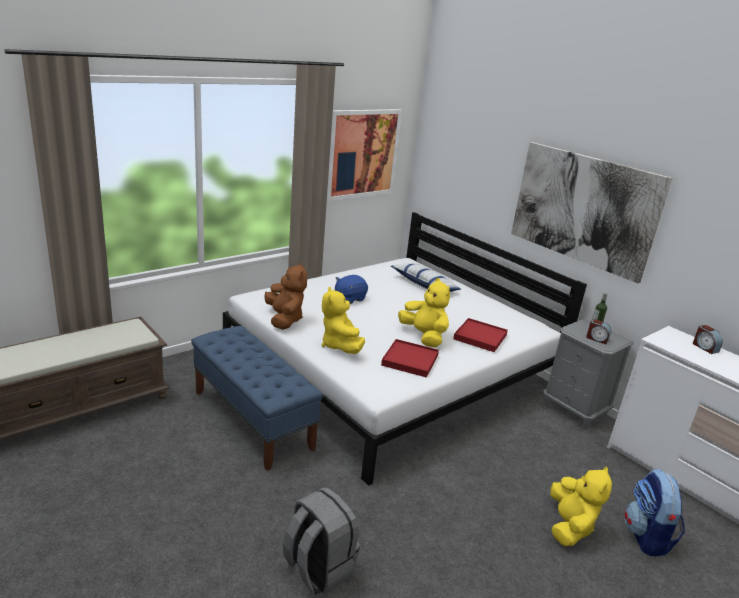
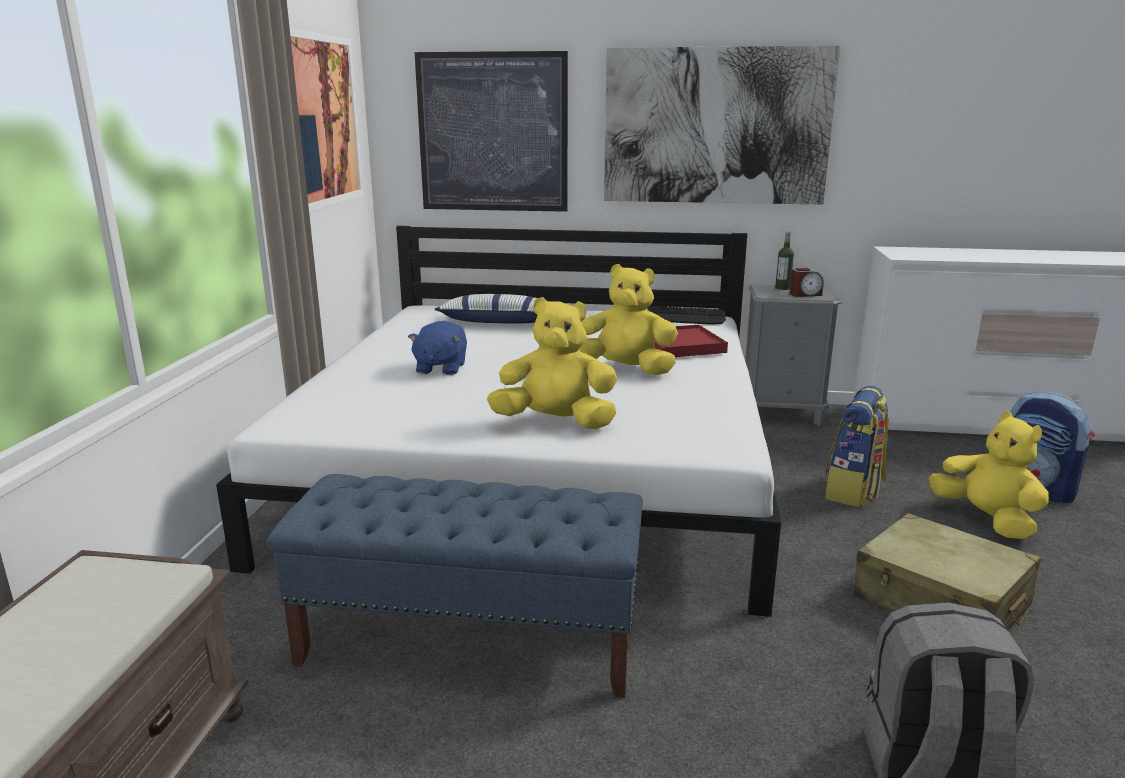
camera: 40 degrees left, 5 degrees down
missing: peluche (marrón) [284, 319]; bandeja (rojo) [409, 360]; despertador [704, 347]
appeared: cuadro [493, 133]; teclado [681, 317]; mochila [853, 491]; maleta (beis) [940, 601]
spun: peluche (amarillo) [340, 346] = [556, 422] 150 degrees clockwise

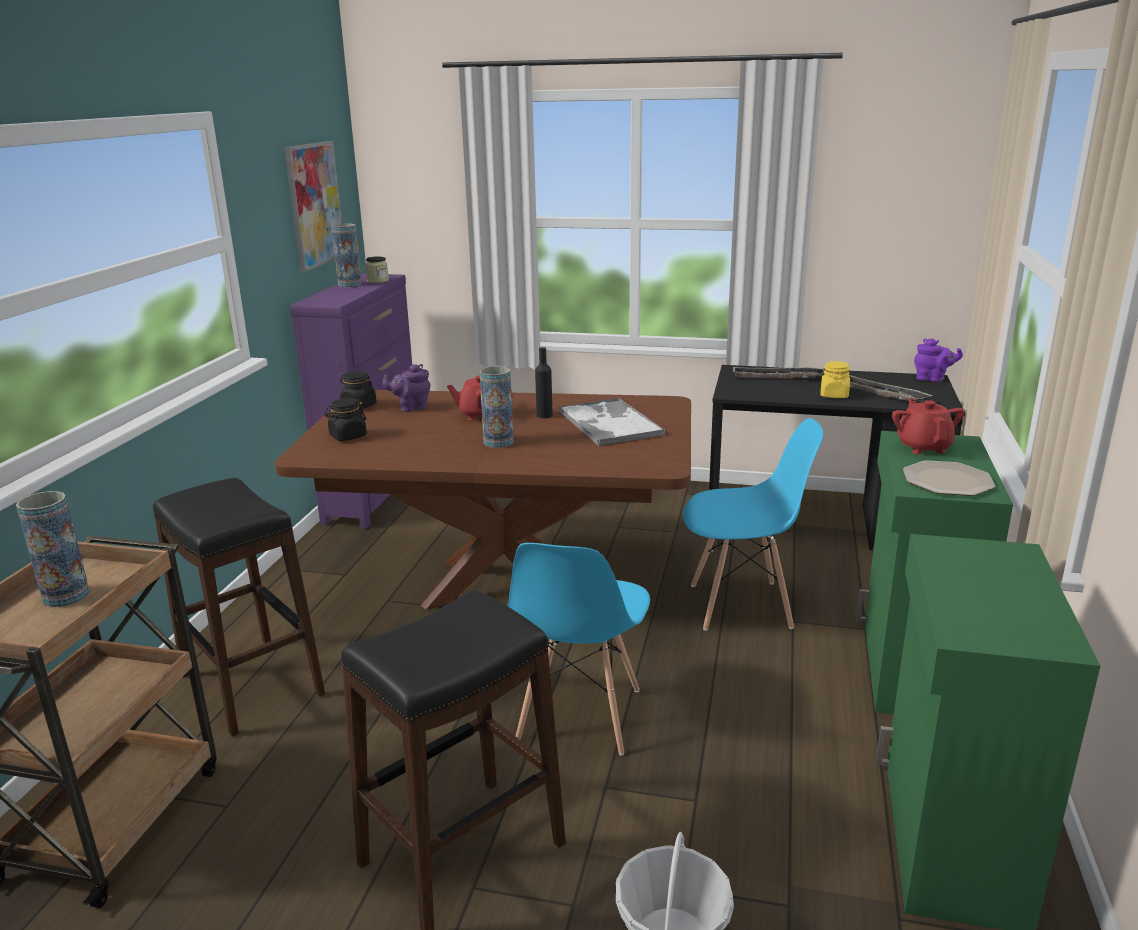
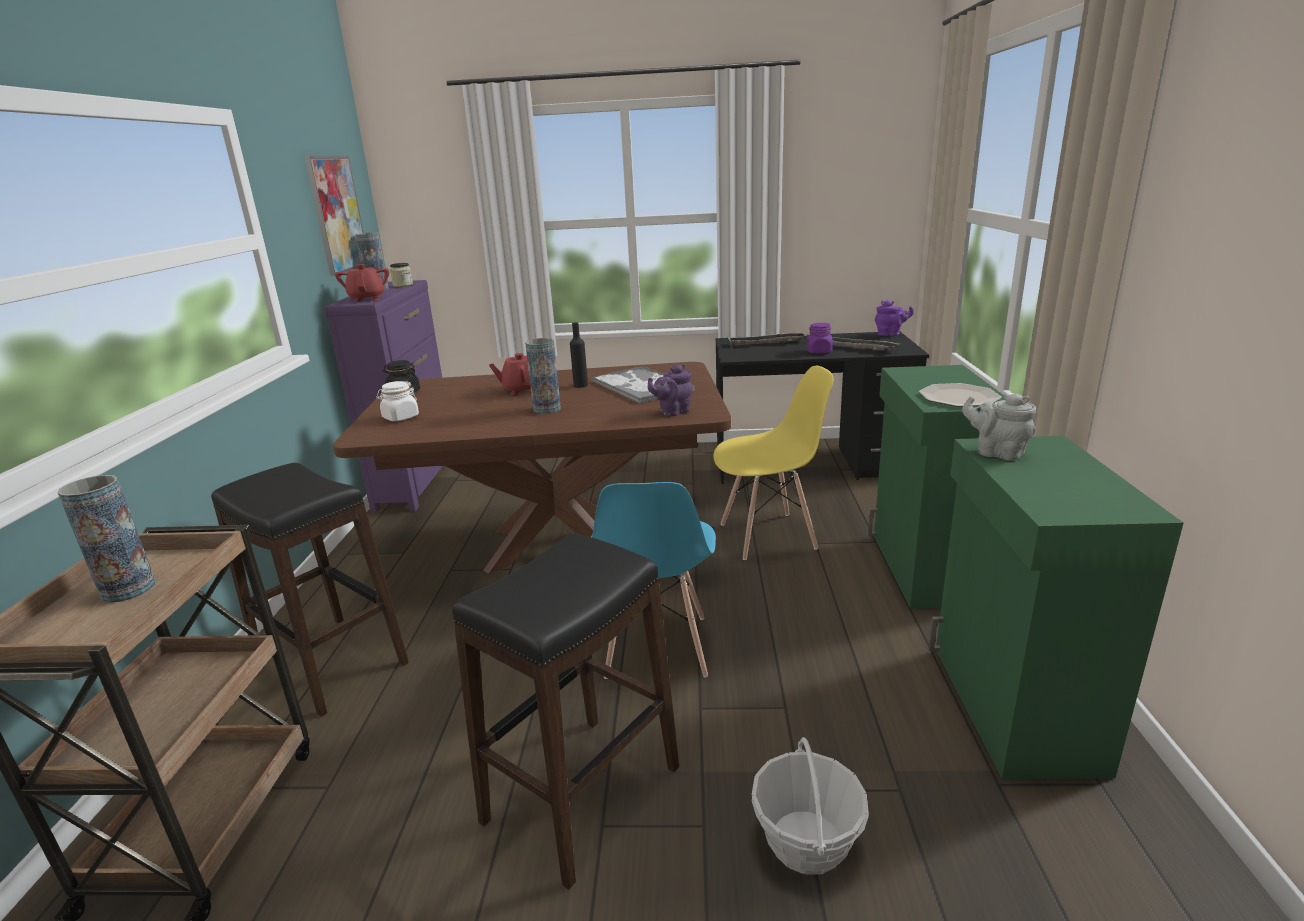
camera: 10 degrees left, 0 degrees up
appeared: tetera (gris) [996, 453]
relocated: tetera (morado) [411, 408] to [672, 412]; tetera (rojo) [923, 447] to [367, 299]
colour: tarro (negro) [348, 436] to tarro (blanco) [400, 417]; silla (azul) [741, 606] to silla (amarillo) [768, 536]; tarro (amarillo) [834, 395] to tarro (morado) [819, 351]

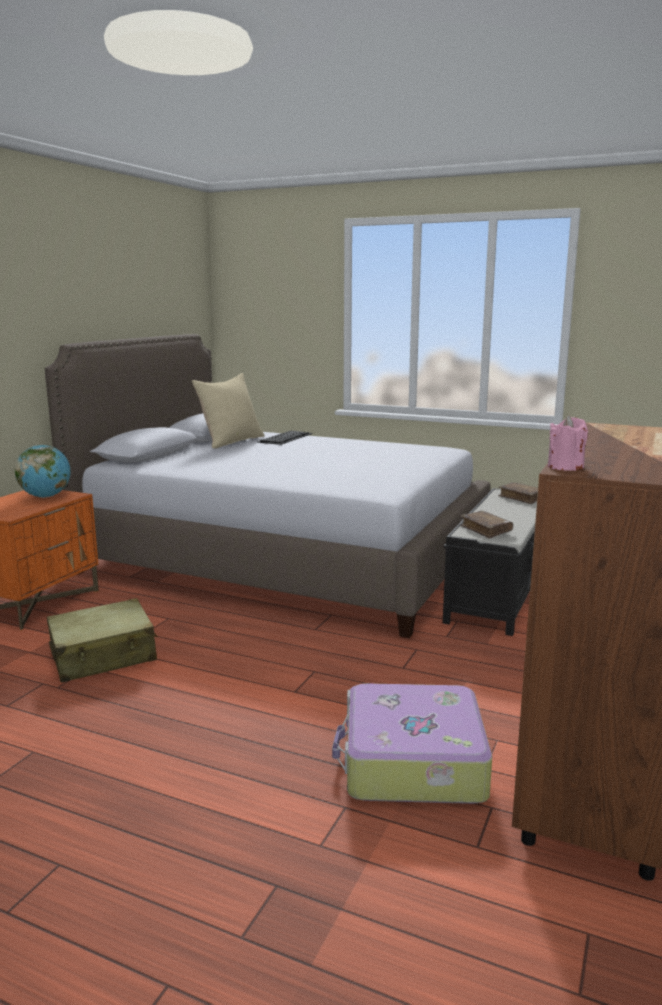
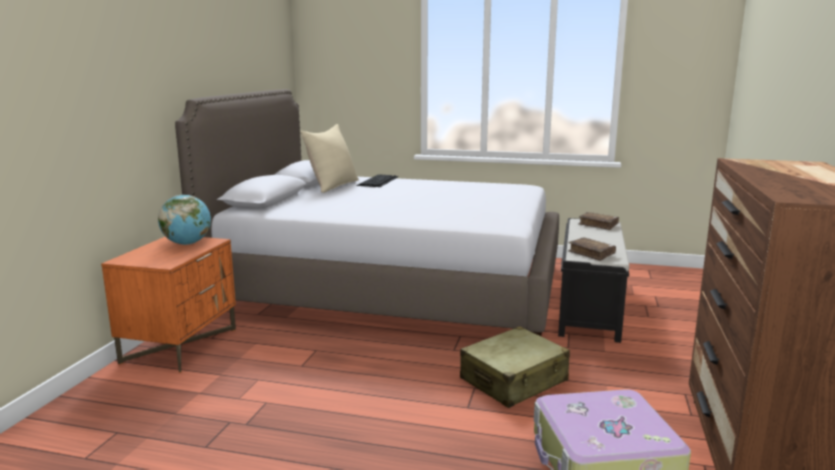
camera: 10 degrees left, 0 degrees up
missing: vela (rosa) [565, 467]
relocated: maleta (beis) [103, 656] to [514, 380]

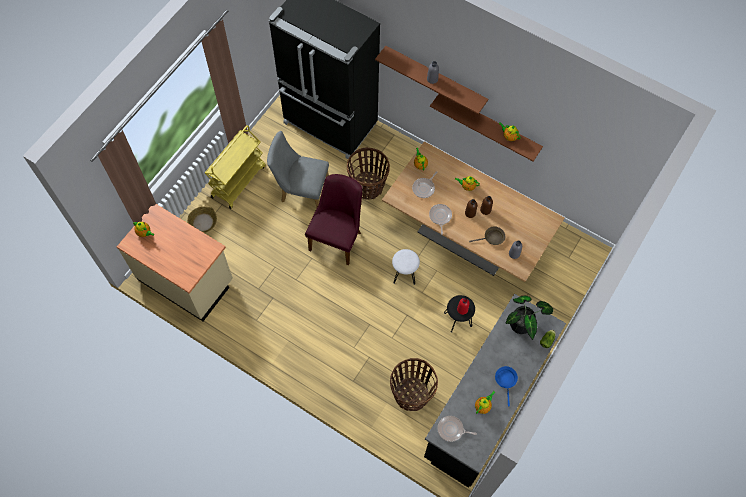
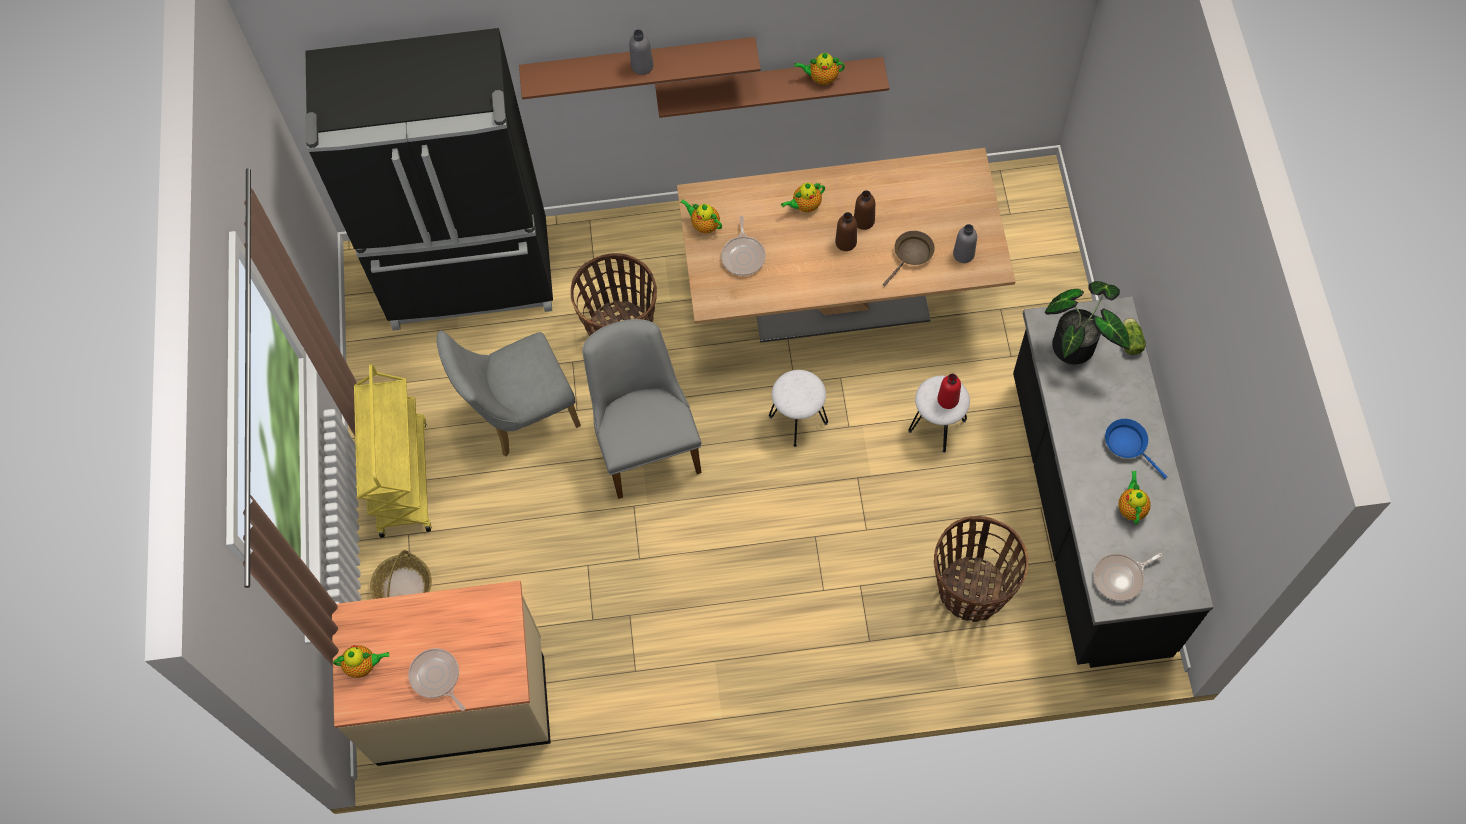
camera: 35 degrees left, 0 degrees up
relocated: sartén [440, 217] to [436, 677]
colour: silla (morado) [338, 237] to silla (gris) [646, 442]; taburete (negro) [457, 319] to taburete (blanco) [937, 426]

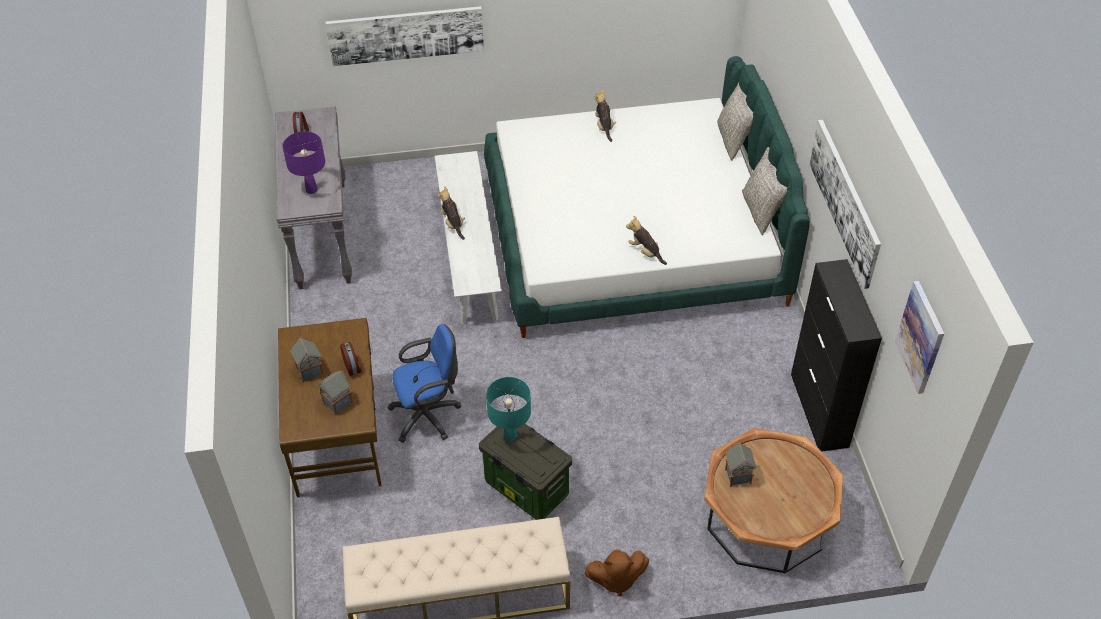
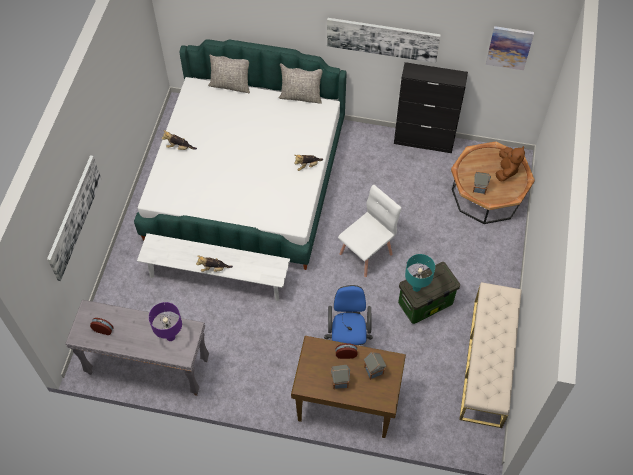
camera: 70 degrees left, 10 degrees up
appeared: silla (blanco) [366, 254]
relocated: peluche (marrón) [616, 579] to [506, 170]

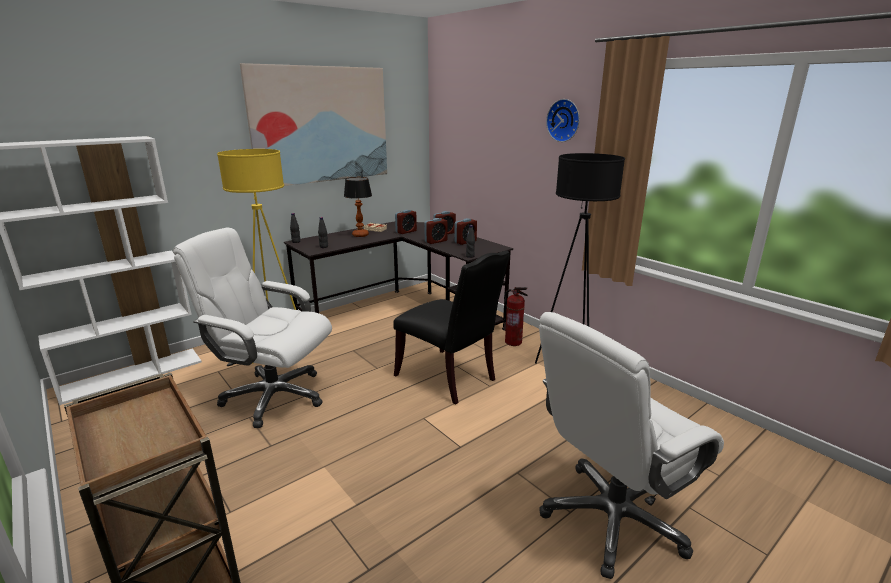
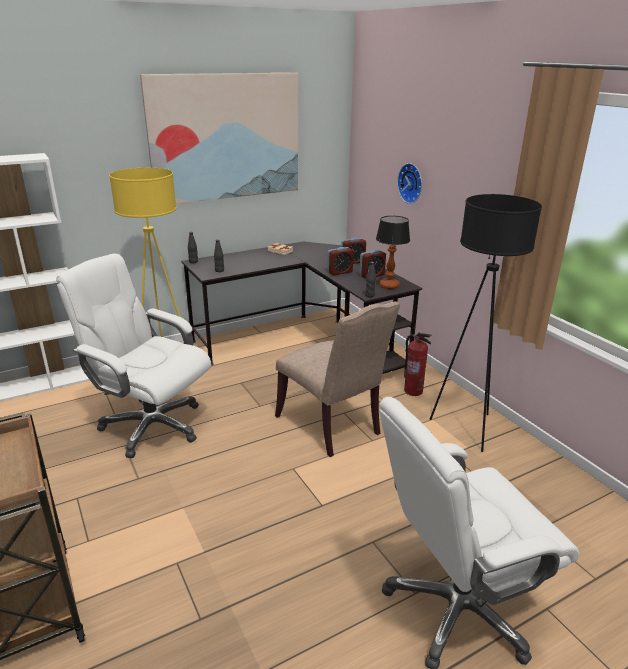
camera: 10 degrees right, 5 degrees up
missing: despertador [406, 231]
relocated: lámpara de mesa [360, 235] to [389, 285]; reloj de pared [564, 120] to [412, 183]
colour: silla (negro) [449, 378] to silla (beis) [332, 426]

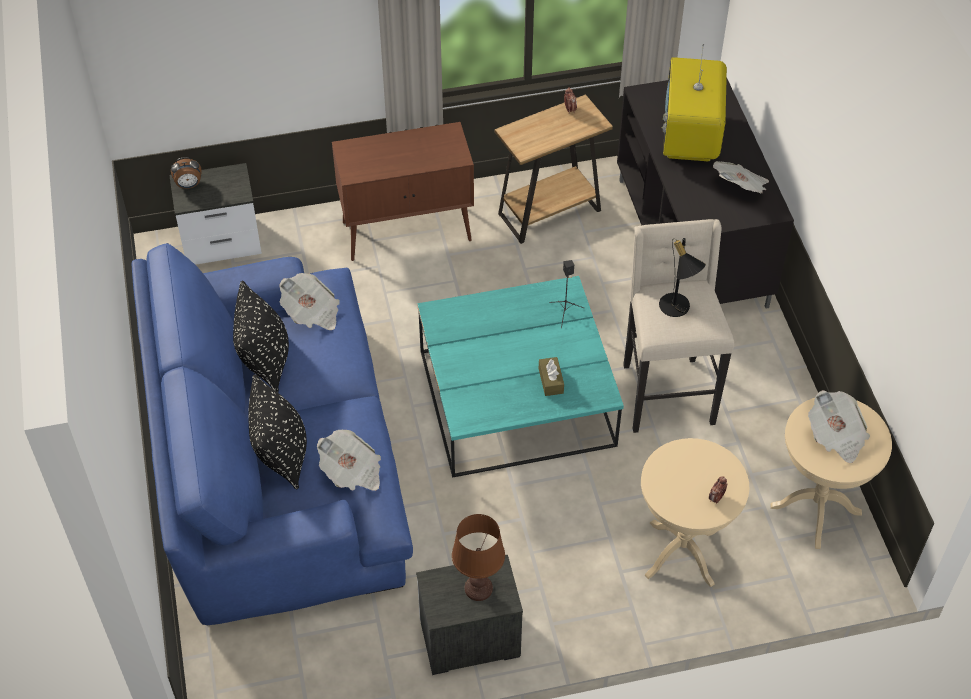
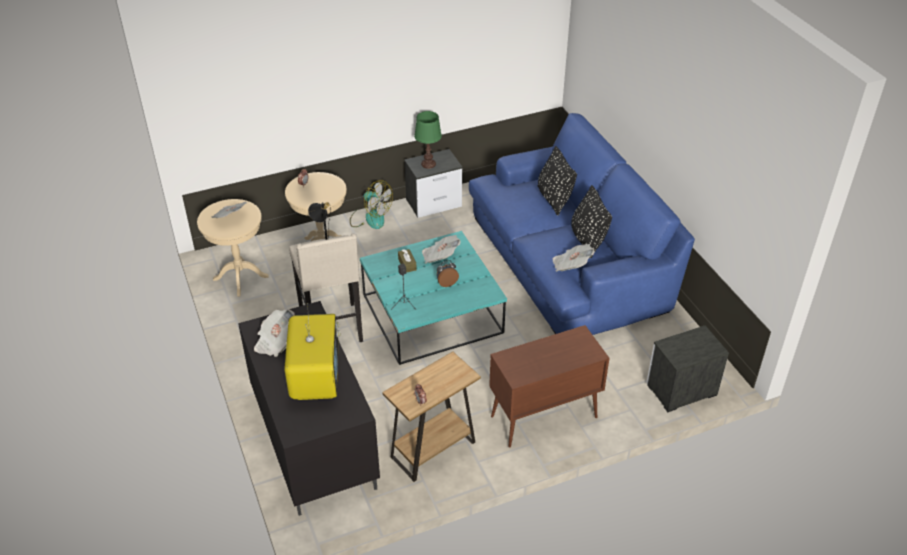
camera: 170 degrees right, 10 degrees down
appeared: ventilador [370, 218]
relocated: despertador [189, 185] to [446, 283]; periódico [352, 472] to [440, 257]
colour: lámpara de mesa (marrón) [478, 589] to lámpara de mesa (verde) [428, 164]

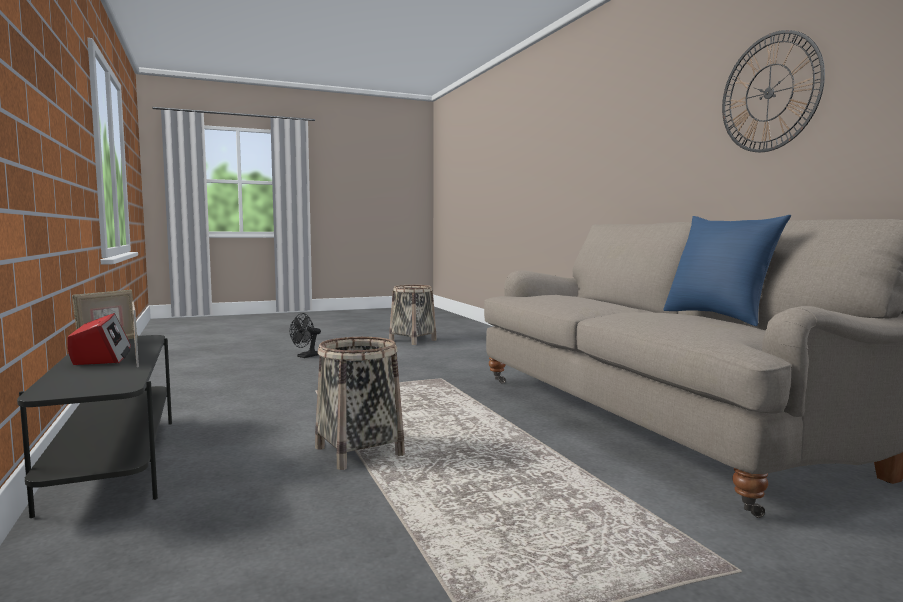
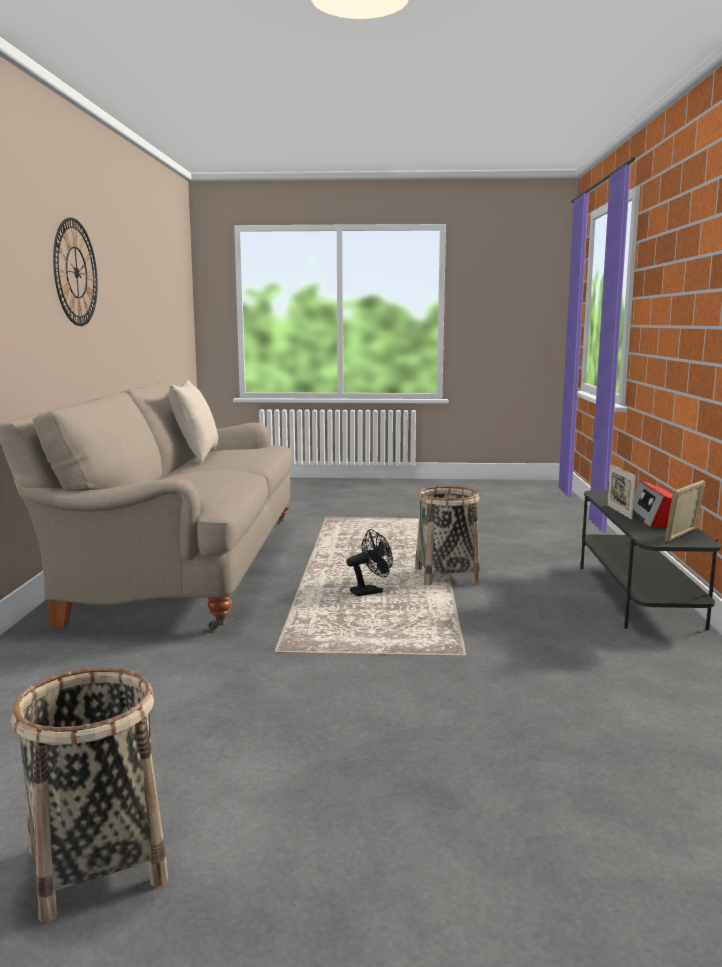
camera: 155 degrees left, 5 degrees up
relocated: ventilador (negro) [306, 356] to [371, 592]
colour: cojín (azul) [718, 317] to cojín (beis) [196, 455]

